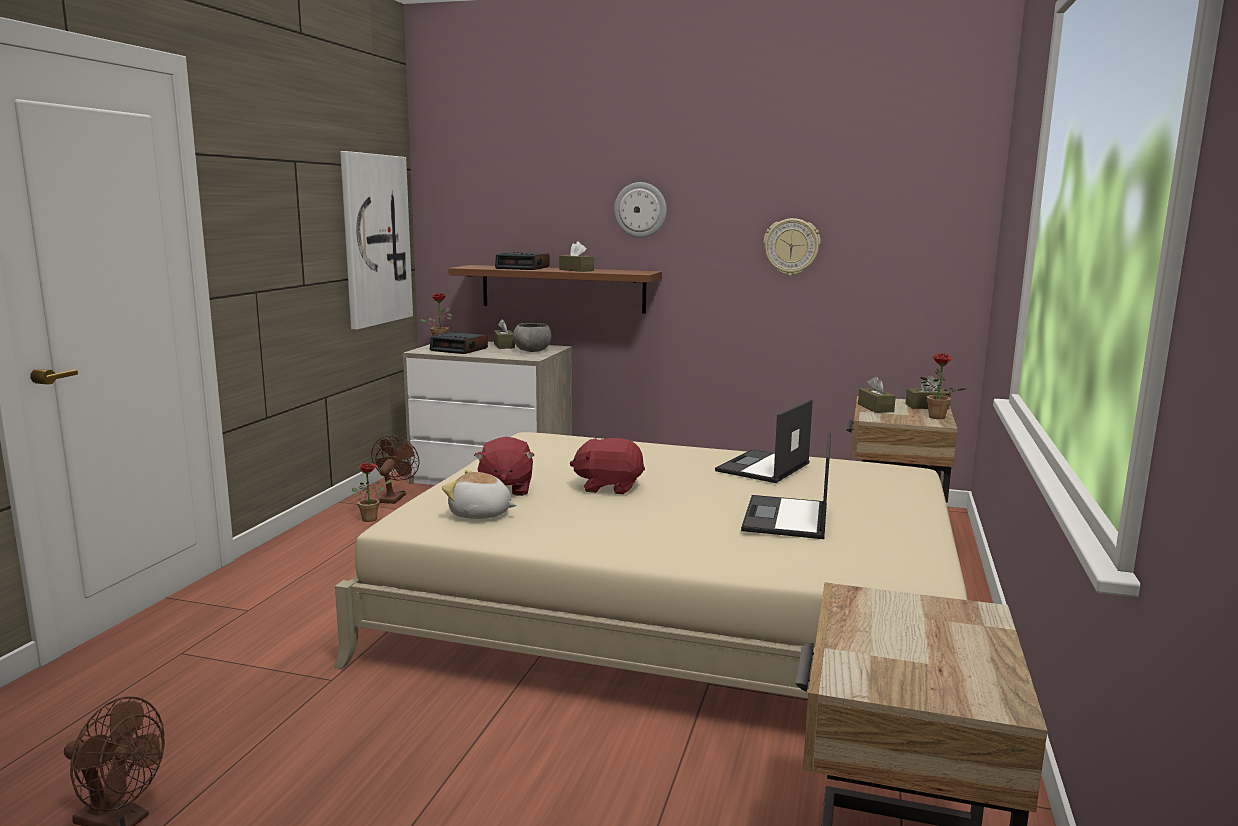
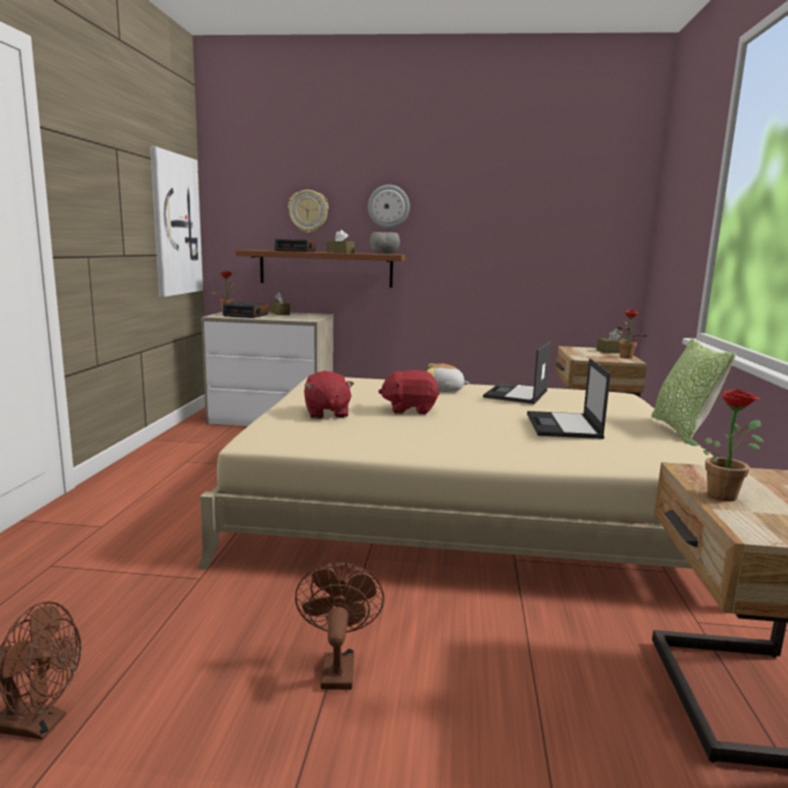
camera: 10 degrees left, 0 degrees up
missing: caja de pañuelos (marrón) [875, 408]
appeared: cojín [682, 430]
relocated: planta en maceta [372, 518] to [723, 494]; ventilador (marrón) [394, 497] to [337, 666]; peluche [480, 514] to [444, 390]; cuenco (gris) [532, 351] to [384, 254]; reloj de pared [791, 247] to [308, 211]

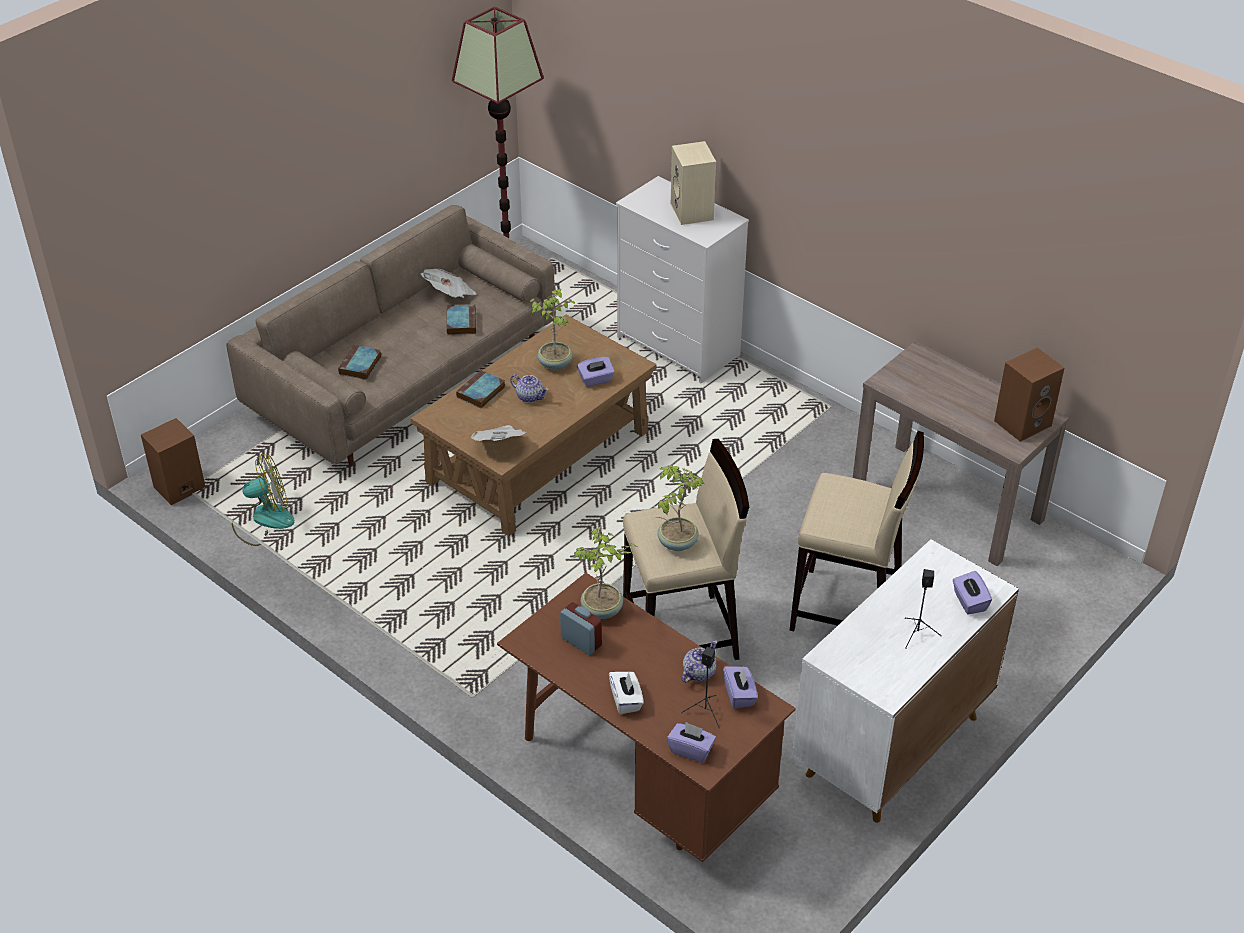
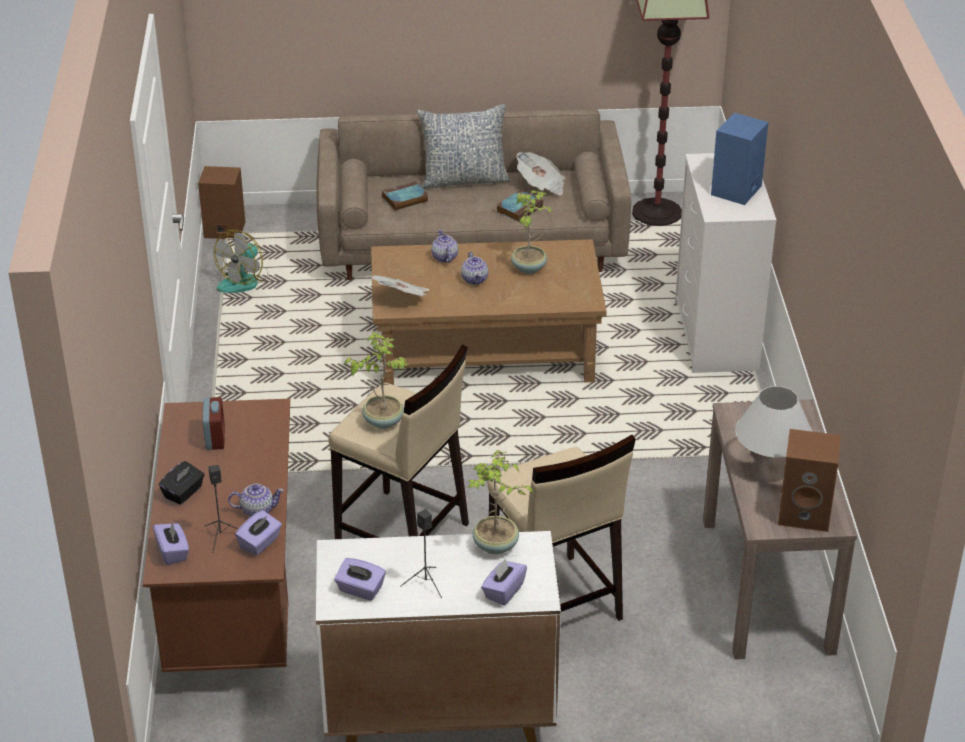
camera: 45 degrees right, 5 degrees down
appeared: cojín [464, 179]; lámpara de mesa (blanco) [770, 465]
relocated: planta en maceta [602, 611] to [495, 546]; caja de pañuelos (morado) [596, 380] to [360, 590]
exchanged: libro [480, 393] to tetera [444, 257]
colour: caja de pañuelos (blanco) [626, 700] to caja de pañuelos (negro) [183, 493]; altavoz (beis) [693, 212] to altavoz (azul) [736, 191]
spun: ventilador [263, 520] = [244, 281] 90 degrees clockwise

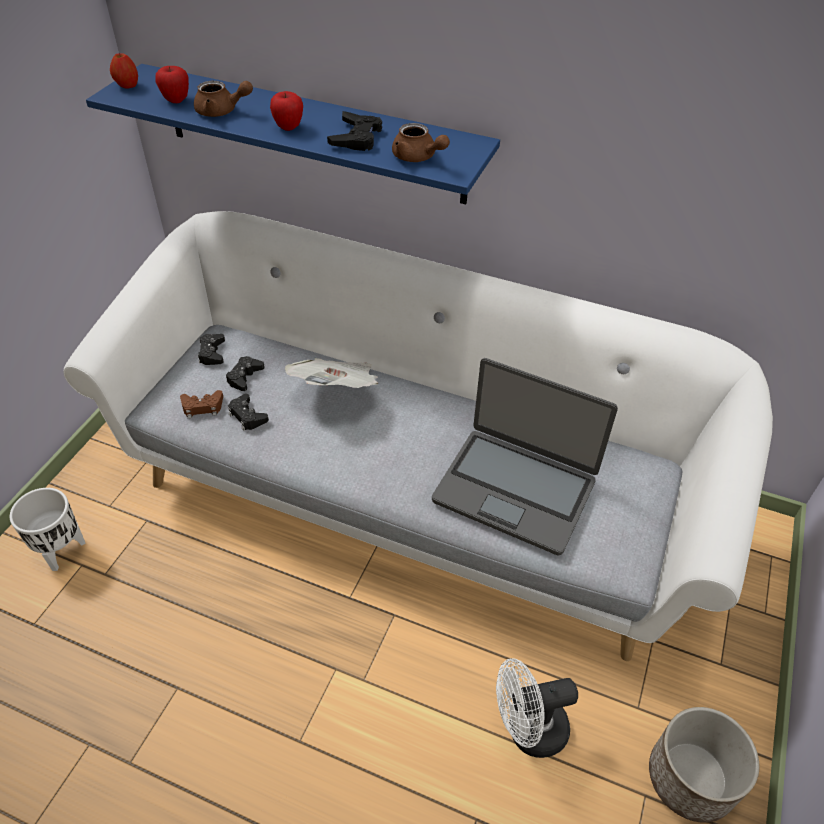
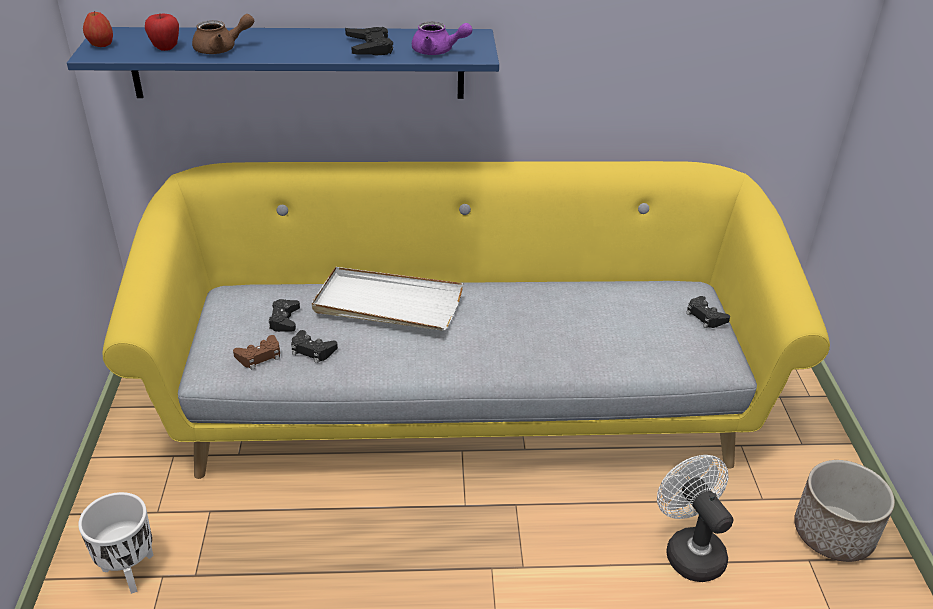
camera: 25 degrees left, 10 degrees down
missing: manzana [288, 127]; portátil [515, 489]
relocated: mando de consola (negro) [212, 353] to [705, 316]
exchanged: periódico [337, 390] to bandeja (blanco) [387, 304]
colour: sofá (blanco) [410, 491] to sofá (amarillo) [463, 400]; tetera (marrón) [417, 158] to tetera (morado) [438, 52]
spun: ventilador (blanco) [528, 730] = [689, 550] 105 degrees clockwise

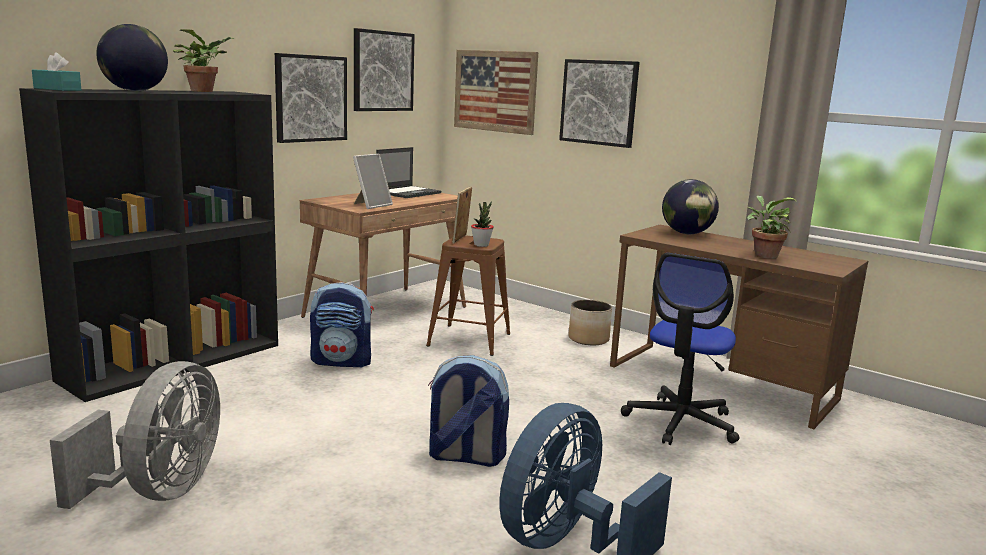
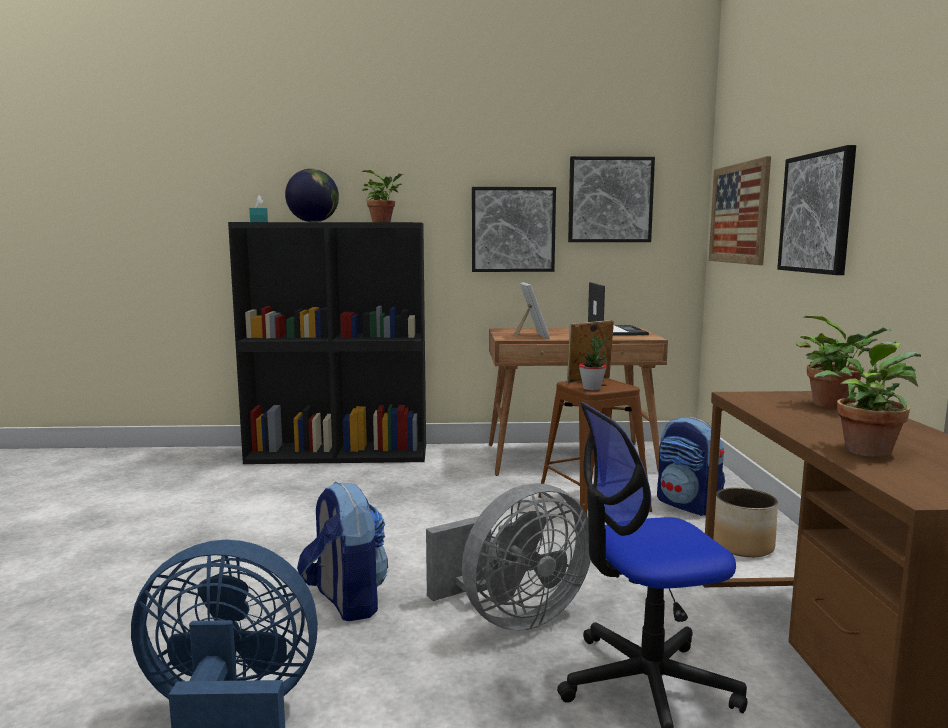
camera: 50 degrees right, 5 degrees down
relocated: ventilador (gris) [160, 491] to [512, 617]; mochila [342, 361] to [688, 505]
exchanged: globo terráqueo [687, 233] to planta en maceta [836, 405]
spun: portarretratos [371, 205] = [531, 336] 90 degrees counterclockwise; portátil [409, 192] = [616, 331] 90 degrees counterclockwise

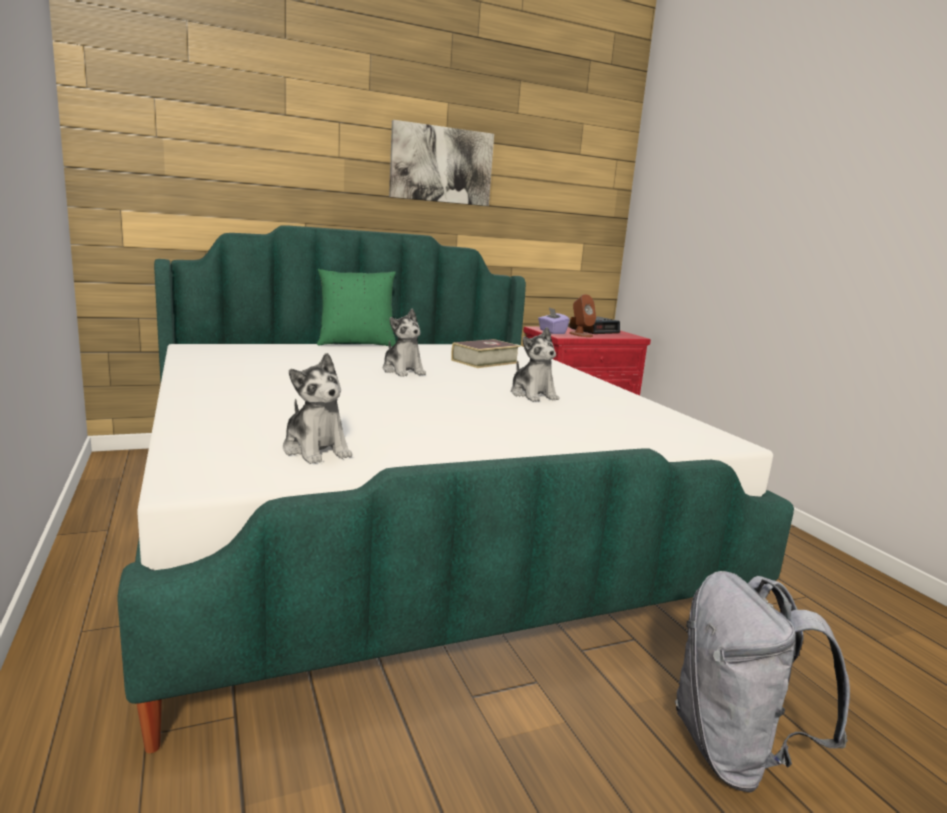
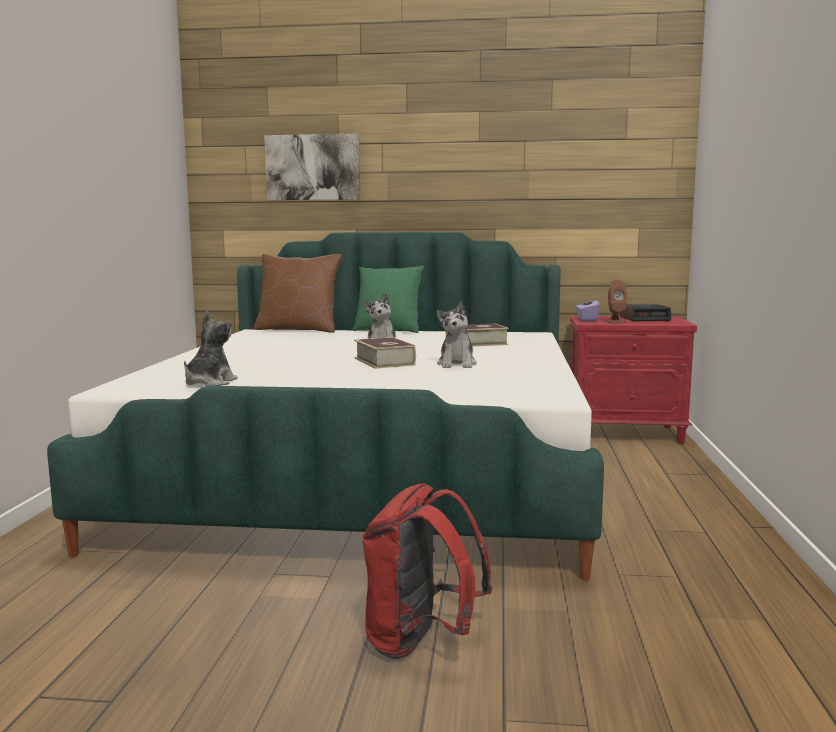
camera: 30 degrees right, 5 degrees down
appeared: cojín (marrón) [298, 329]; libro [384, 361]
relocated: cuadro [441, 165] to [313, 167]
colour: mochila (gris) [735, 753] to mochila (rojo) [420, 642]
spun: peluche [316, 450] = [209, 383] 150 degrees counterclockwise

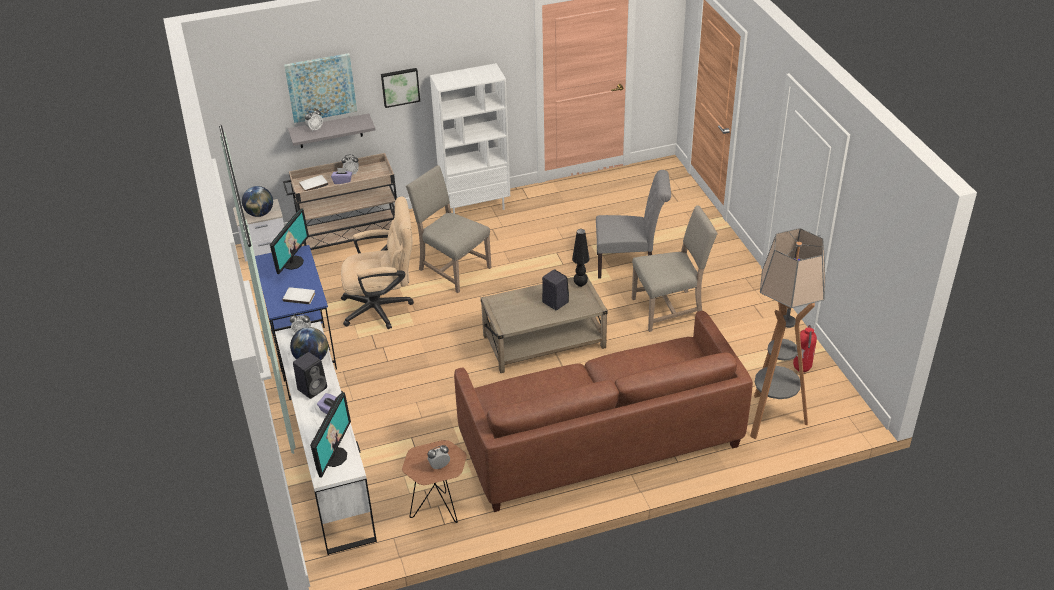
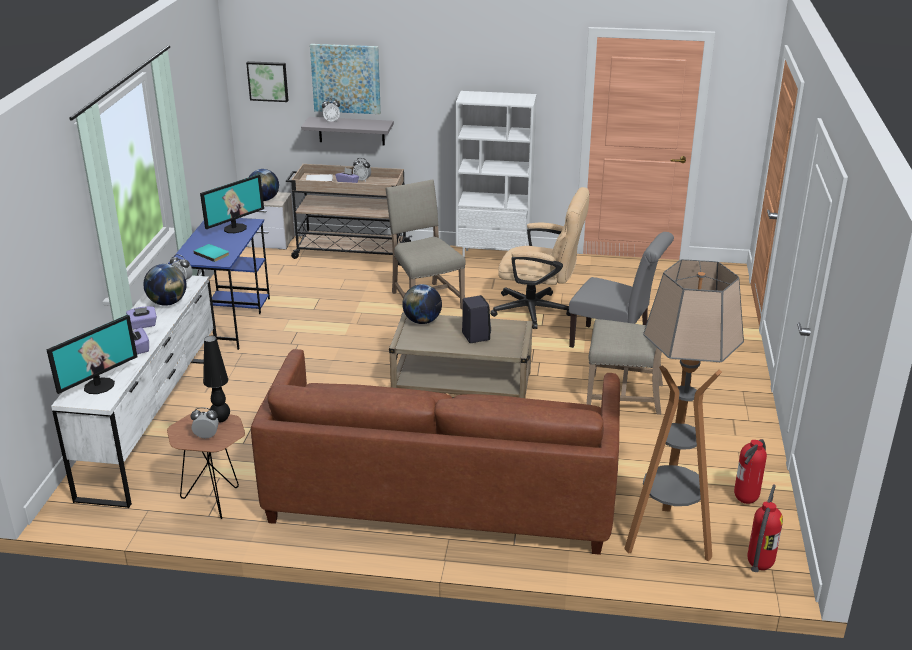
camera: 25 degrees right, 10 degrees down
appeared: globo terráqueo [422, 321]; extintor [758, 566]
relocated: silla de oficina (beis) [383, 307] to [539, 311]; cuadro [400, 86] to [268, 81]; lámpara de mesa (negro) [580, 284] to [220, 419]
exchanged: altavoz (negro) [313, 388] to caja de pañuelos (morado) [143, 325]
colour: libro (blanco) [299, 296] to libro (turquesa) [212, 254]

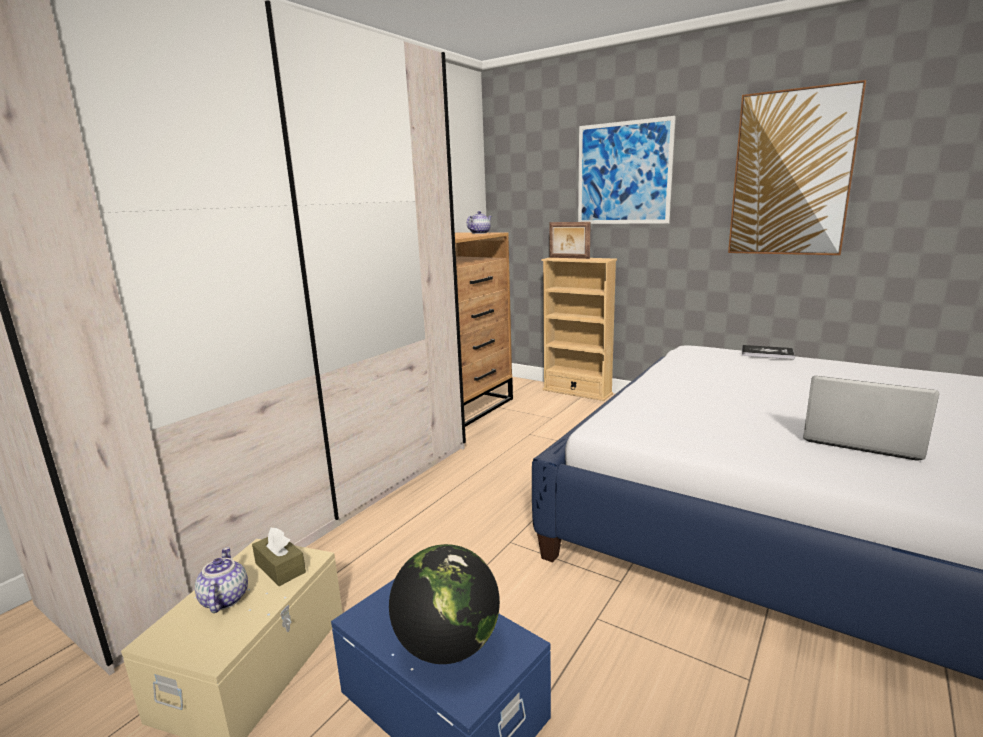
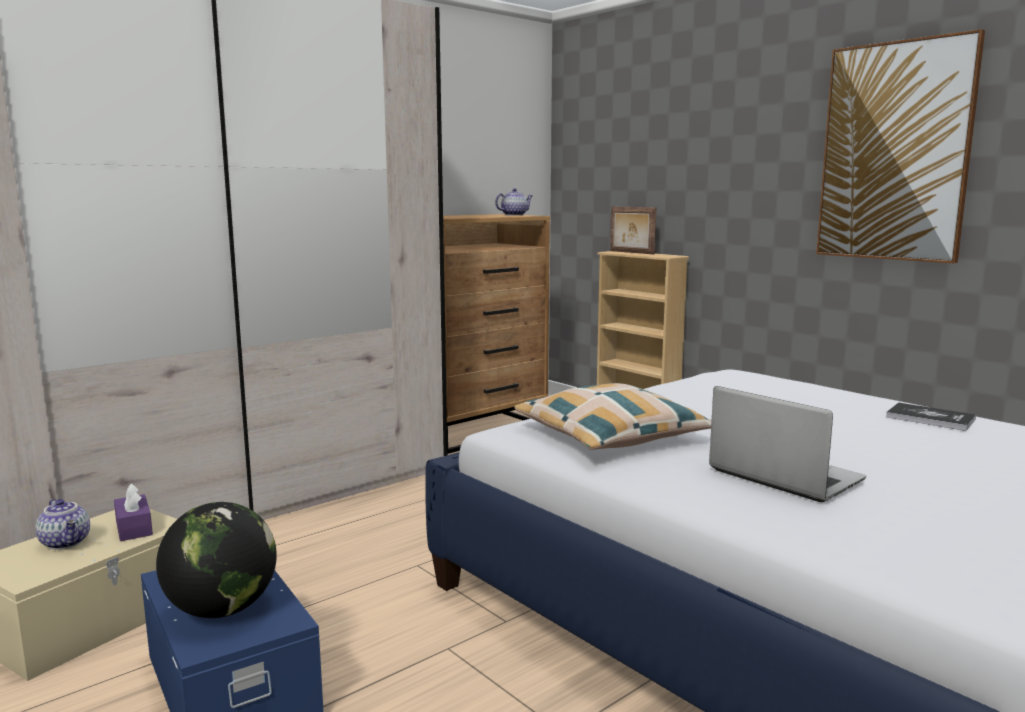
camera: 15 degrees right, 5 degrees down
missing: cuadro [623, 173]
appeared: cojín [610, 436]
relocated: libro [767, 353] to [930, 418]
colour: caja de pañuelos (marrón) [280, 568] to caja de pañuelos (morado) [134, 528]
spun: tetera [223, 599] = [67, 542] 135 degrees clockwise

